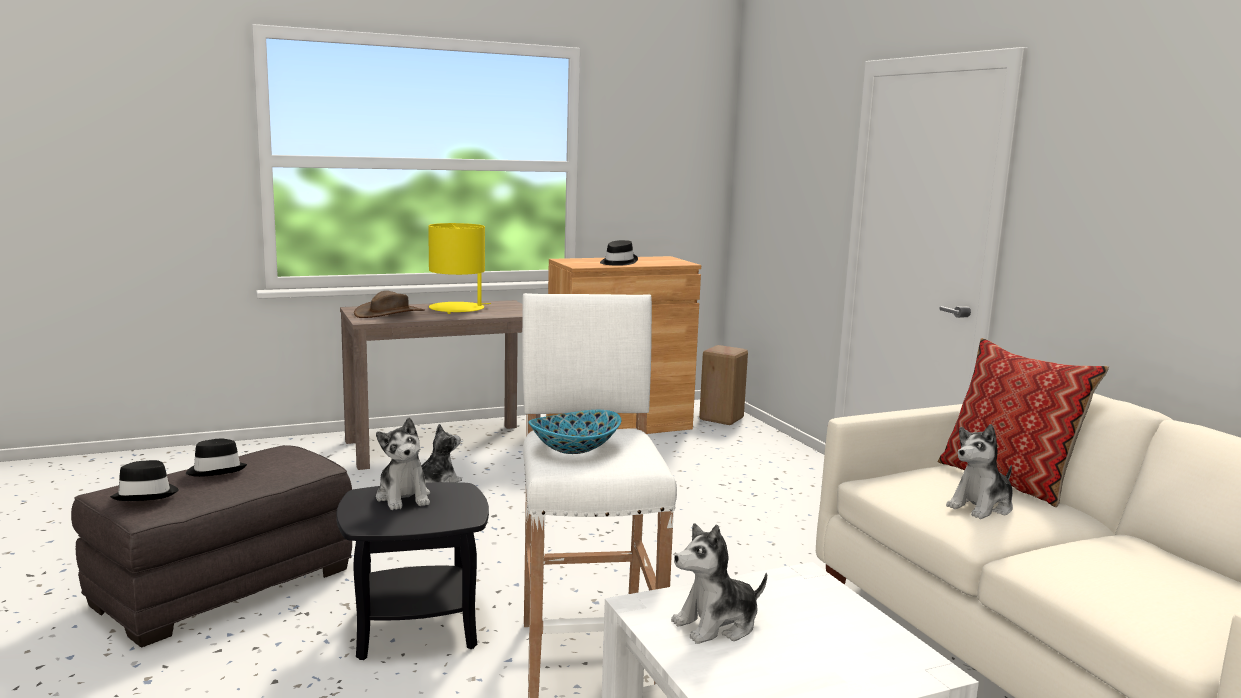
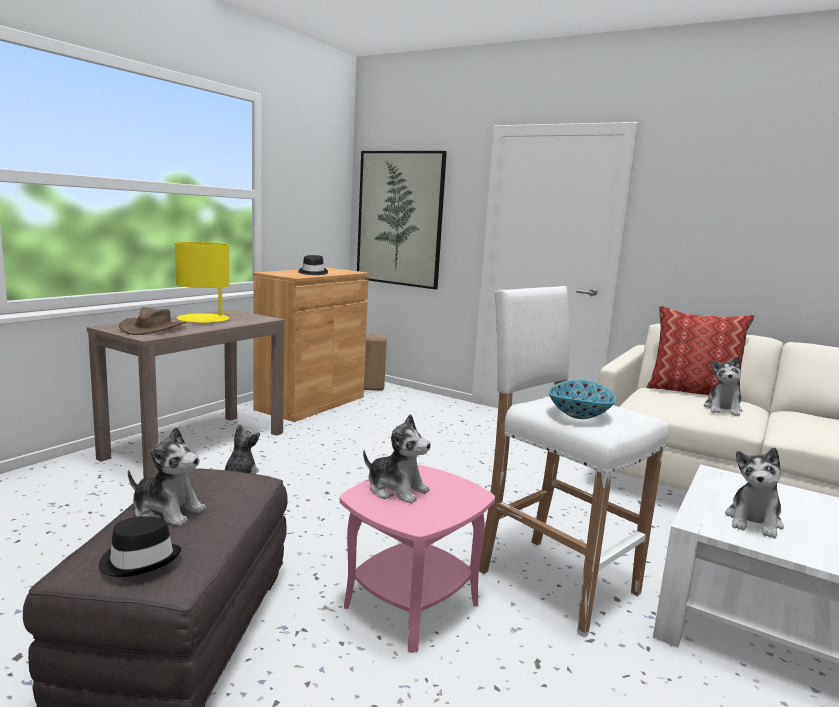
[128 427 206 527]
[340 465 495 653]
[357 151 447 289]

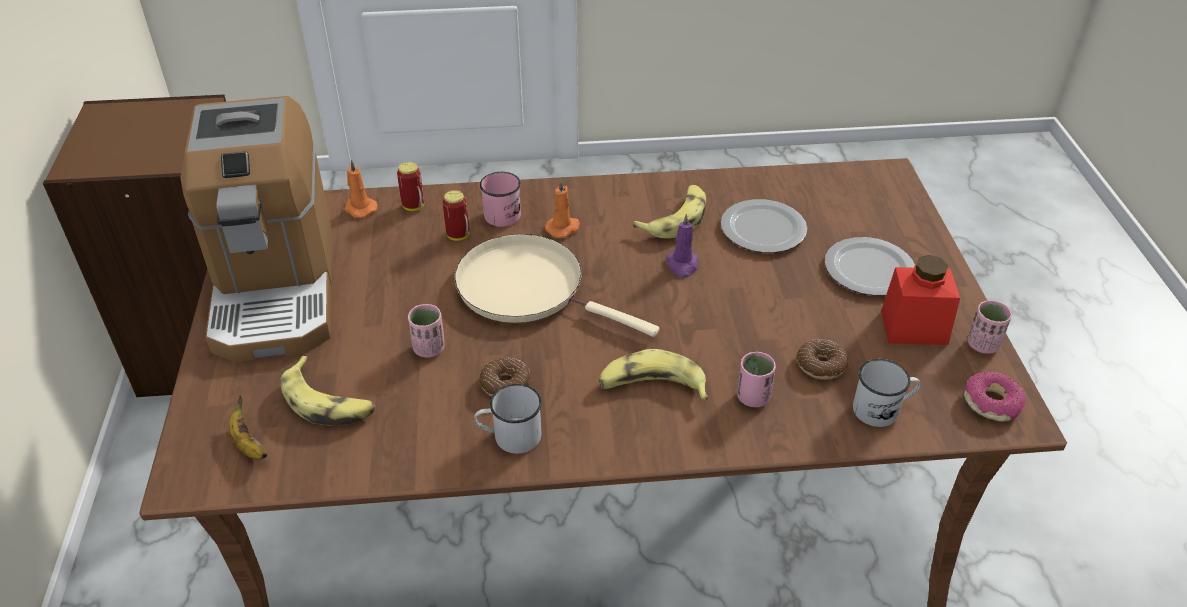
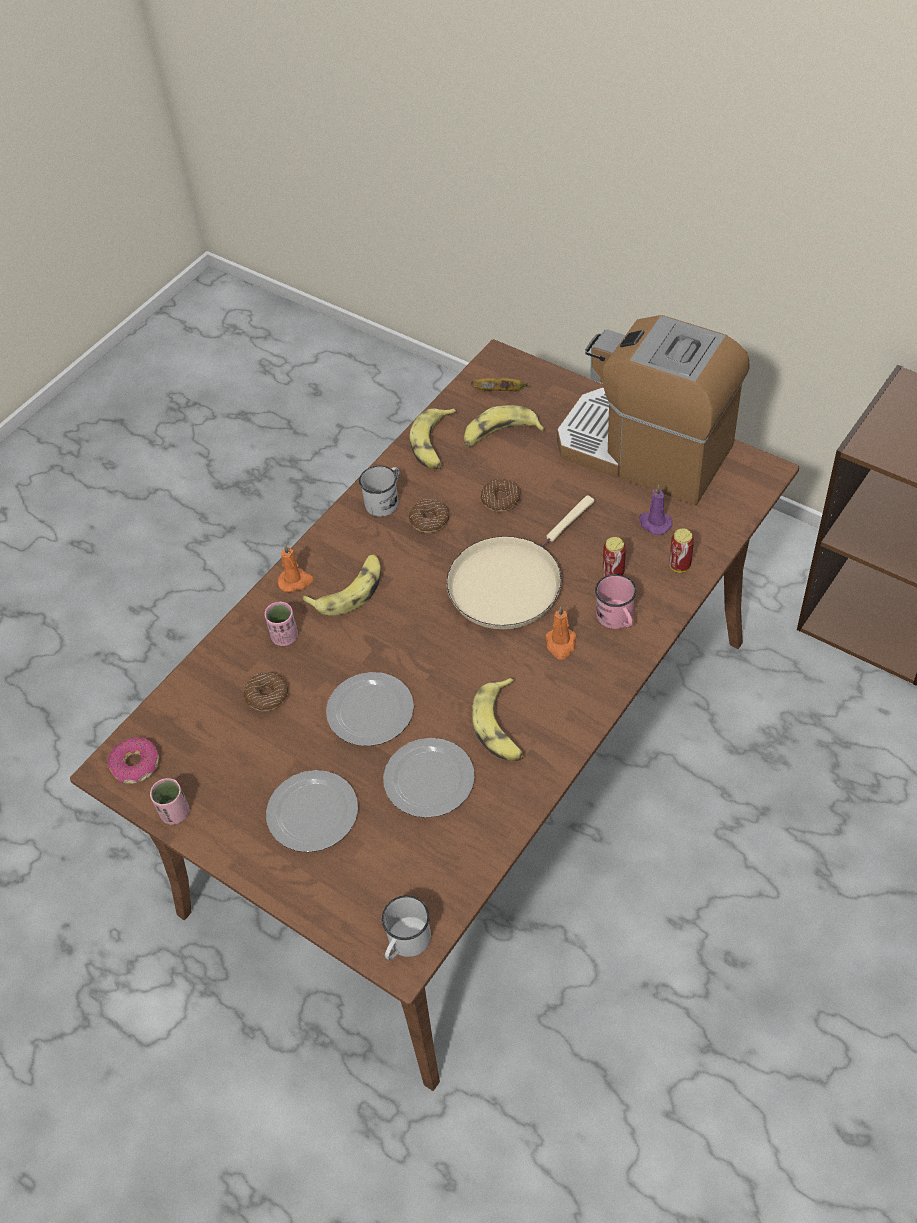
[278 544 314 593]
[326 672 414 746]
[382 895 431 960]
[410 408 456 470]
[446 495 594 629]
[481 479 521 512]
[639 485 672 535]
[881 255 960 345] (first image)

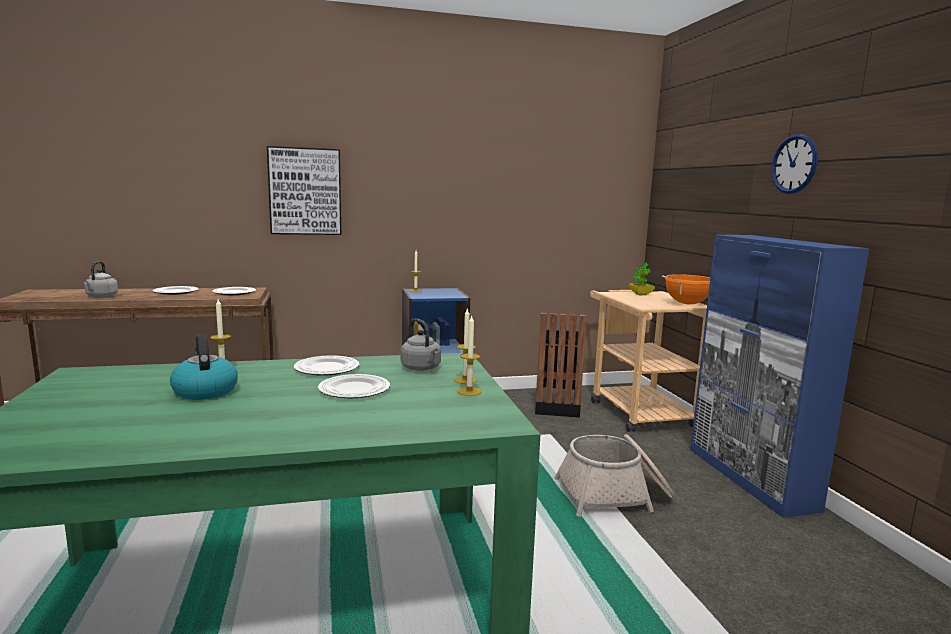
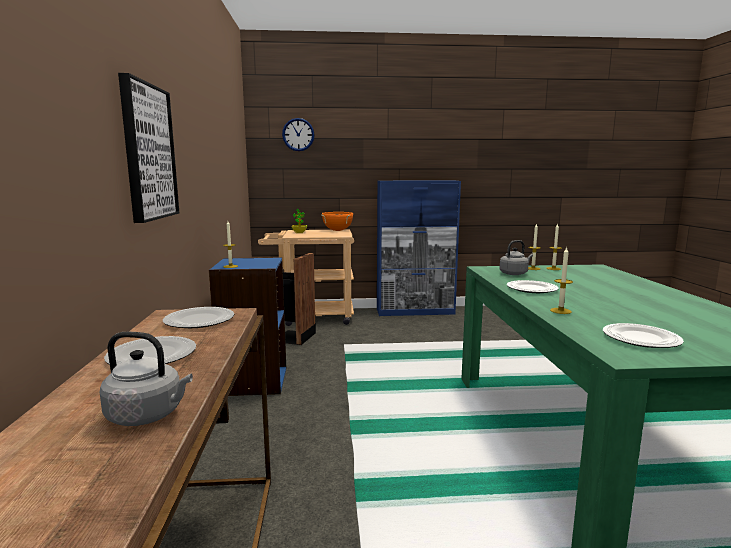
[282 118 314 151]
[603 323 684 348]
[170 334 238 400] (first image)
[554 434 675 517] (first image)

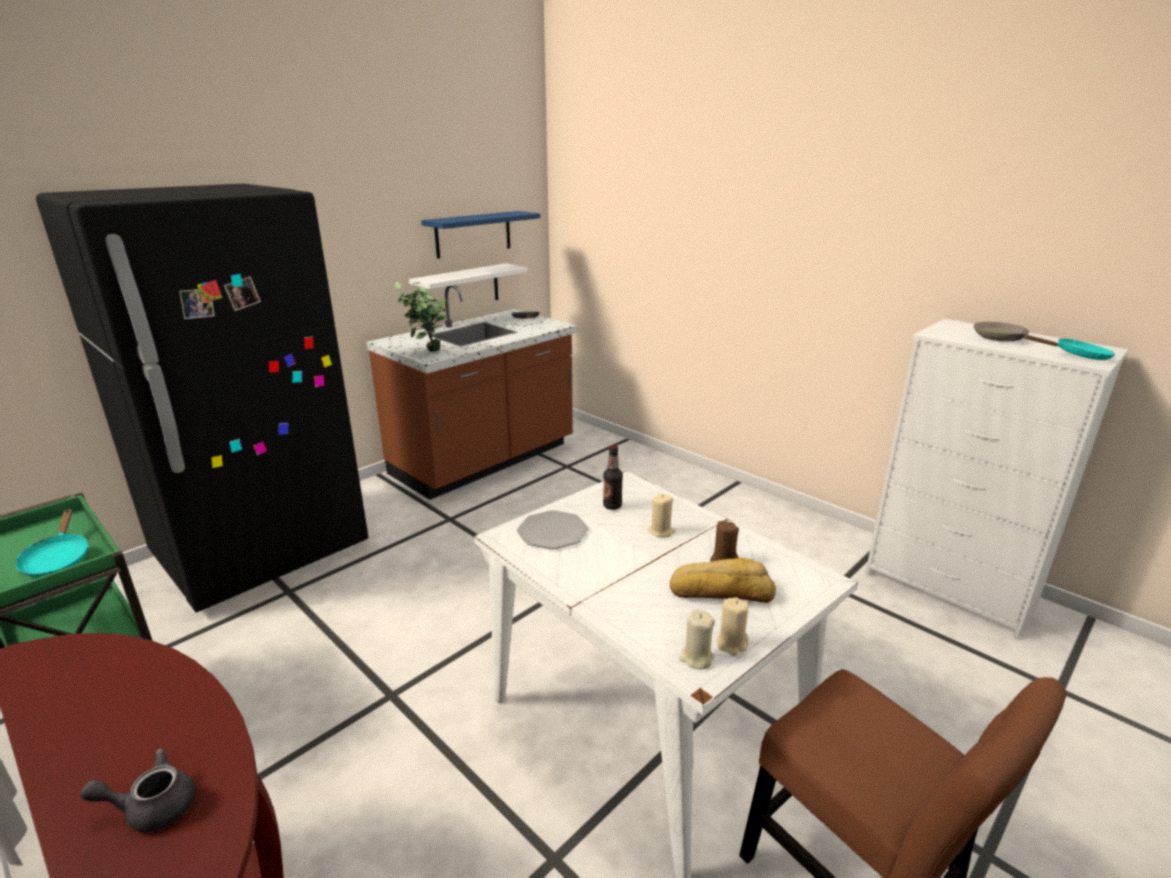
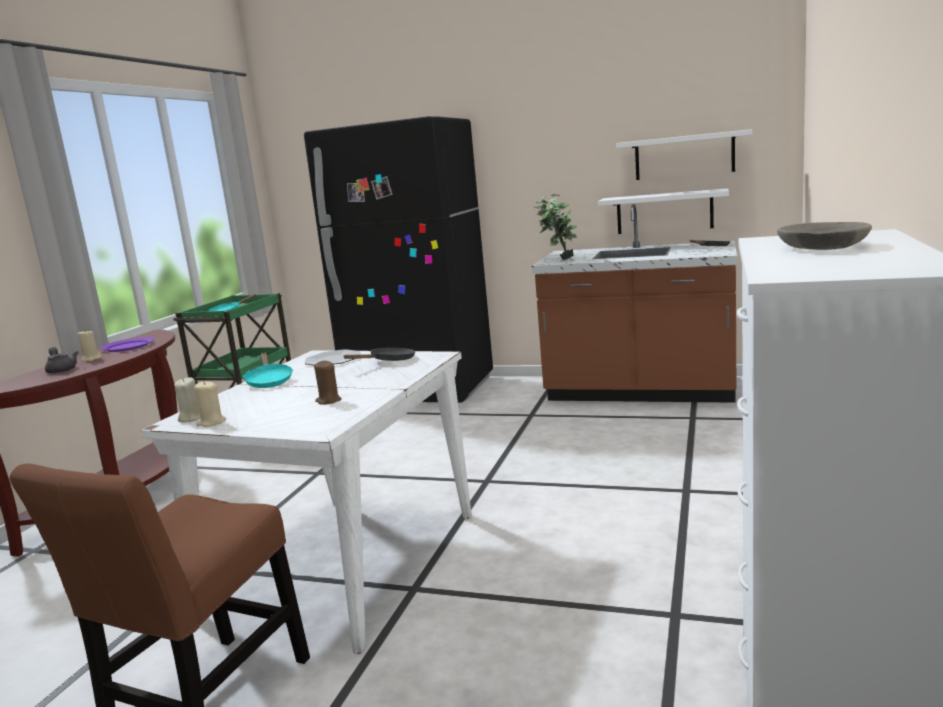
[77 329 102 362]
[100 337 154 352]
[243 352 293 388]
[343 348 415 361]
[616 129 752 180]
[670 558 776 603] (first image)

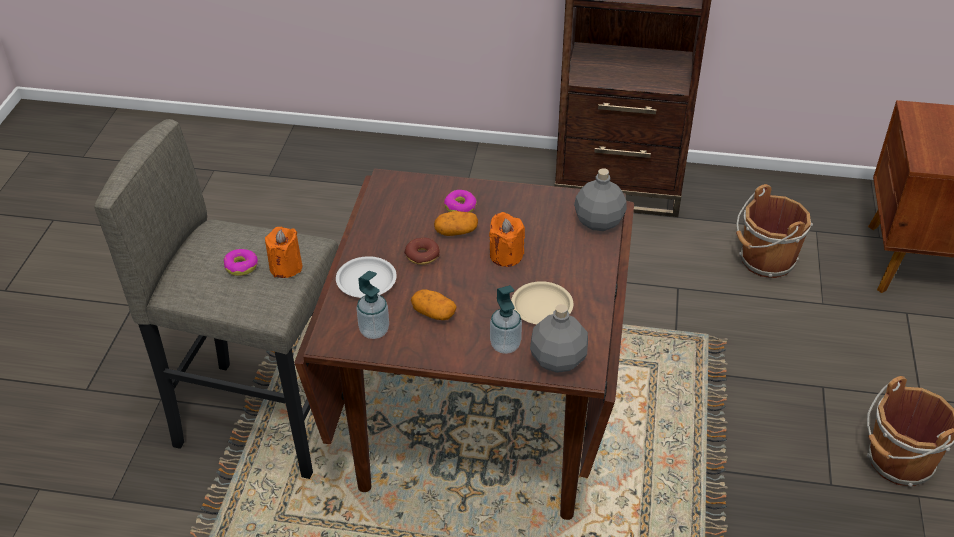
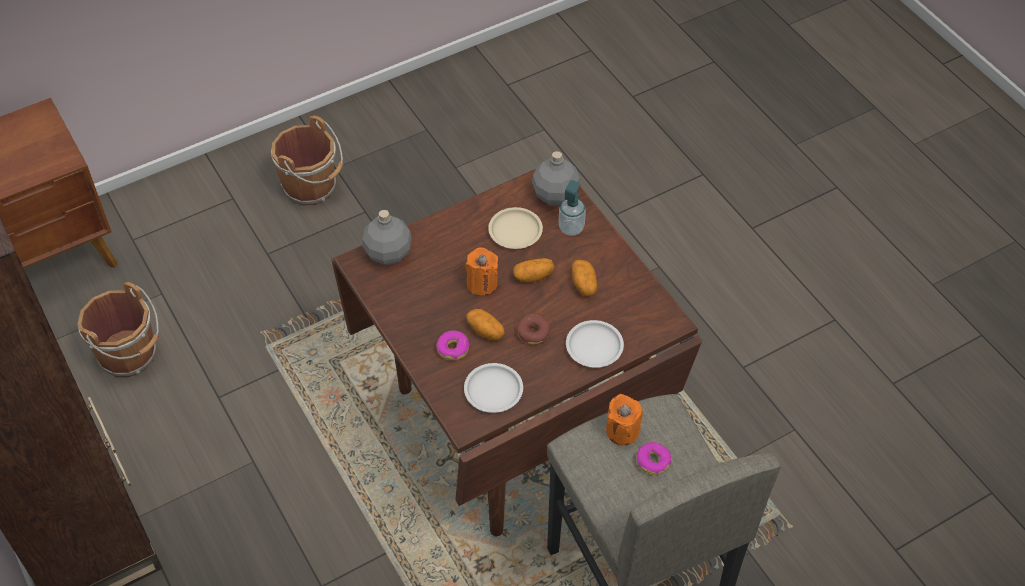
[464 363 523 413]
[513 258 555 282]
[356 271 389 339] (first image)

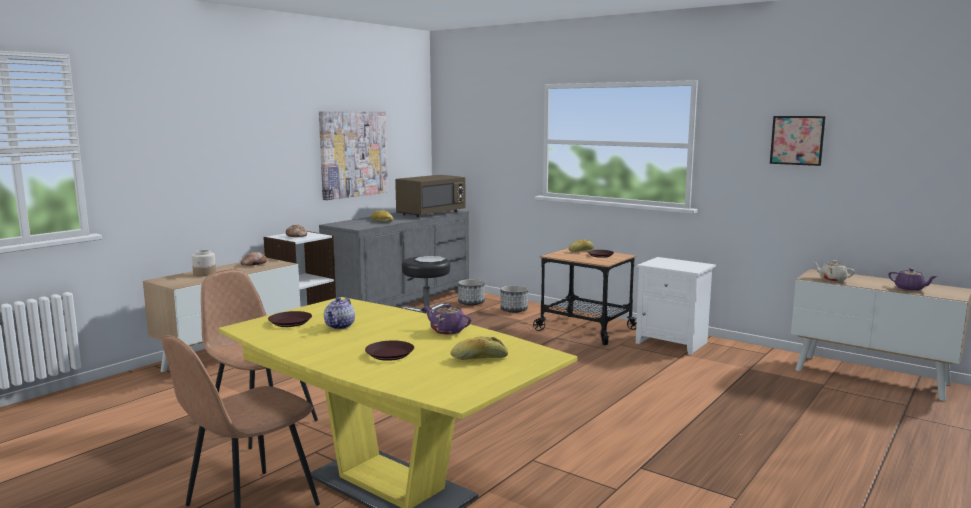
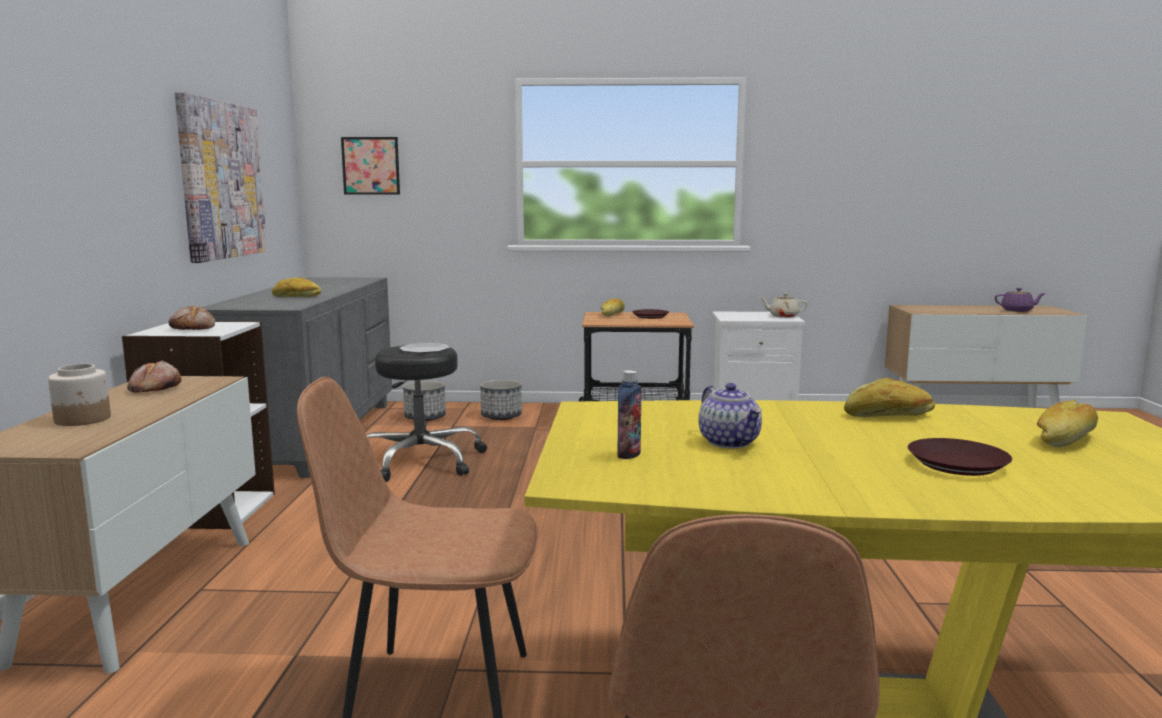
[341 137 400 195]
[617 370 642 459]
[760 293 808 318]
[844 378 935 417]
[395 175 466 217] (first image)

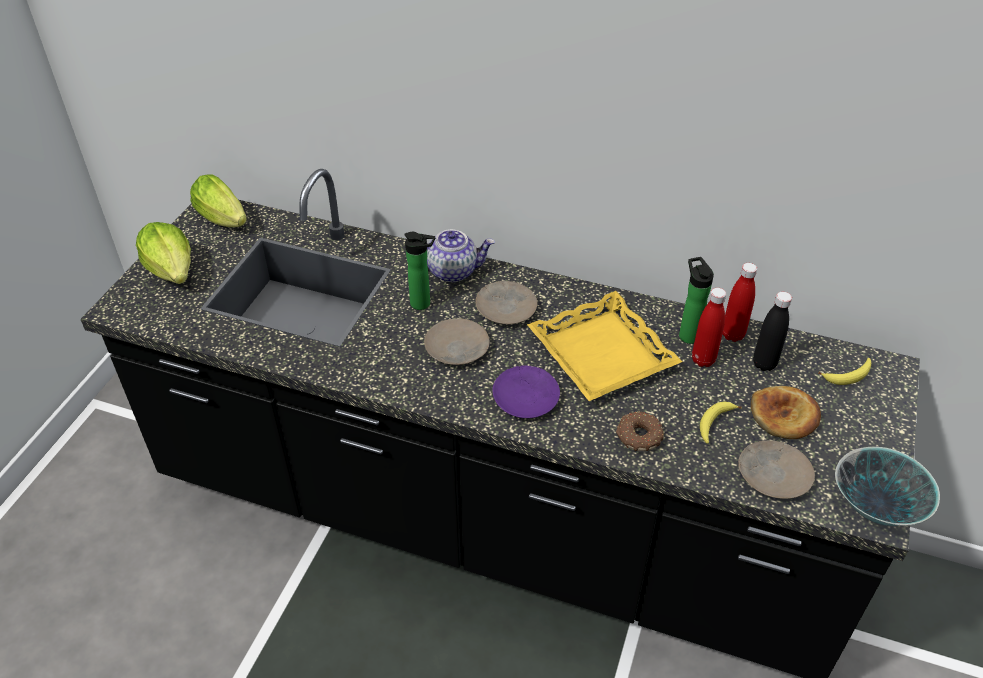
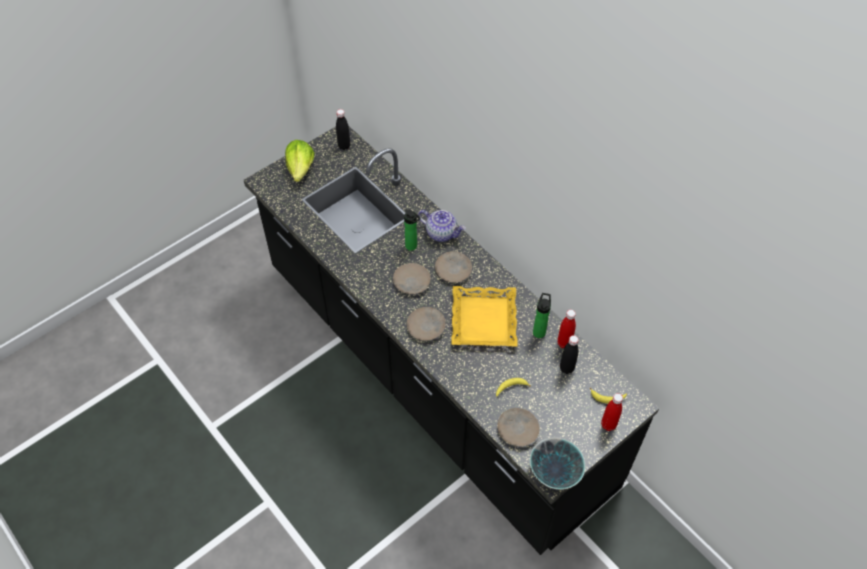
[336 109 350 150]
[407 307 445 341]
[601 393 623 431]
[616 411 664 451] (first image)
[751 386 821 439] (first image)

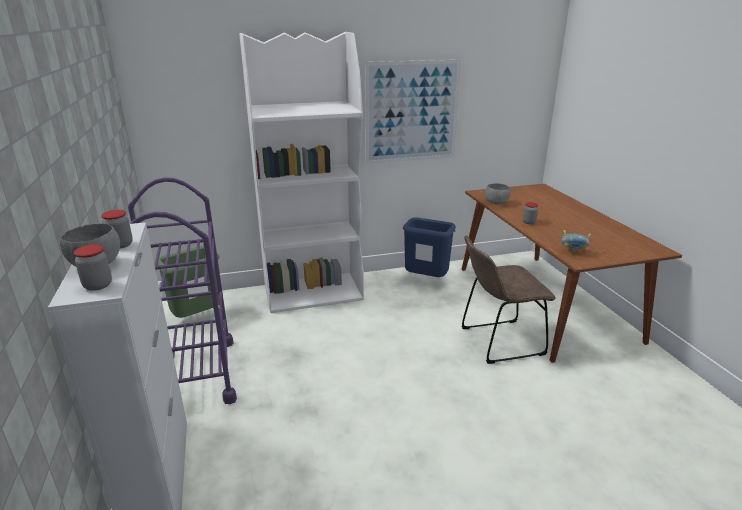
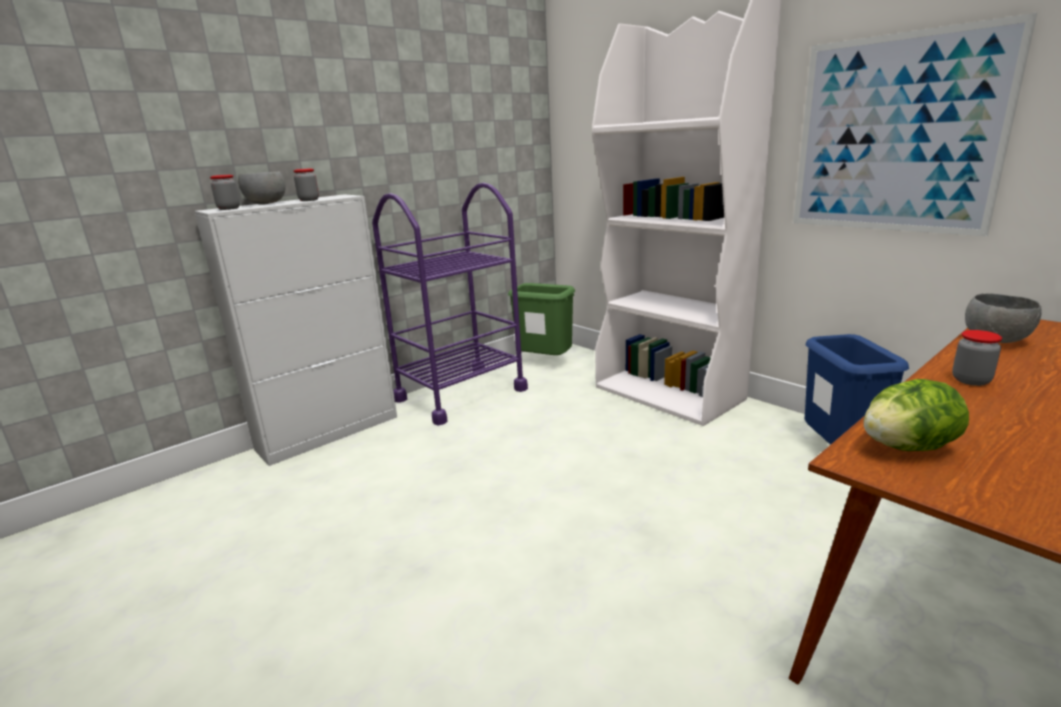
[863 379 969 451]
[461 235 556 364] (first image)

